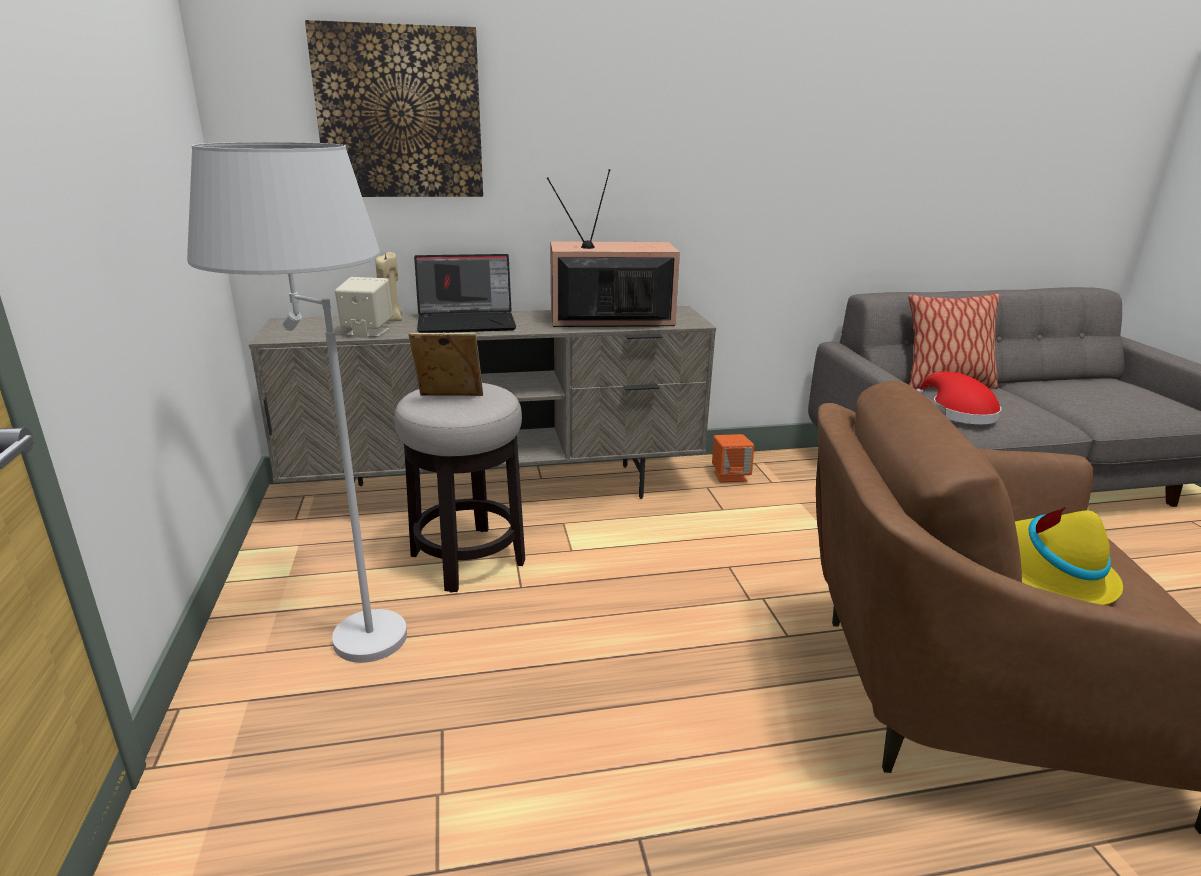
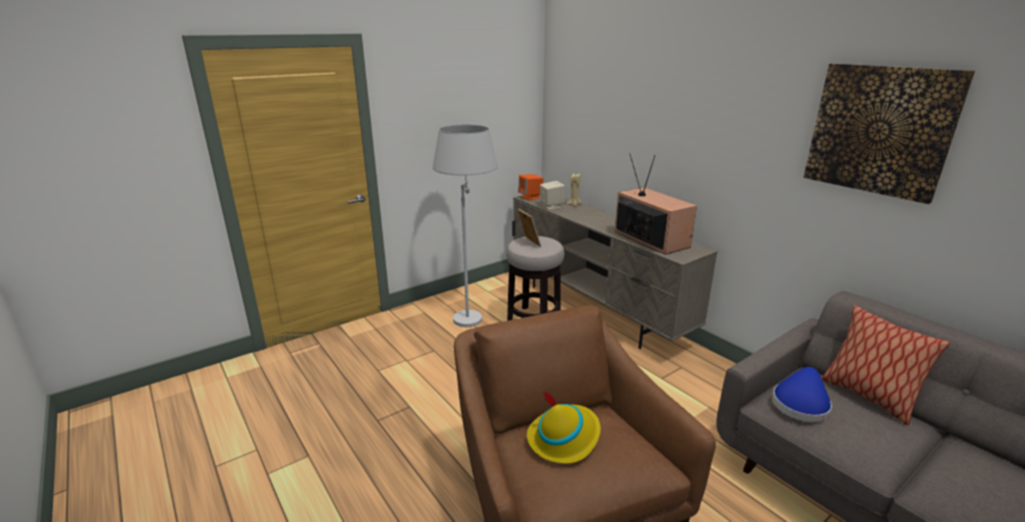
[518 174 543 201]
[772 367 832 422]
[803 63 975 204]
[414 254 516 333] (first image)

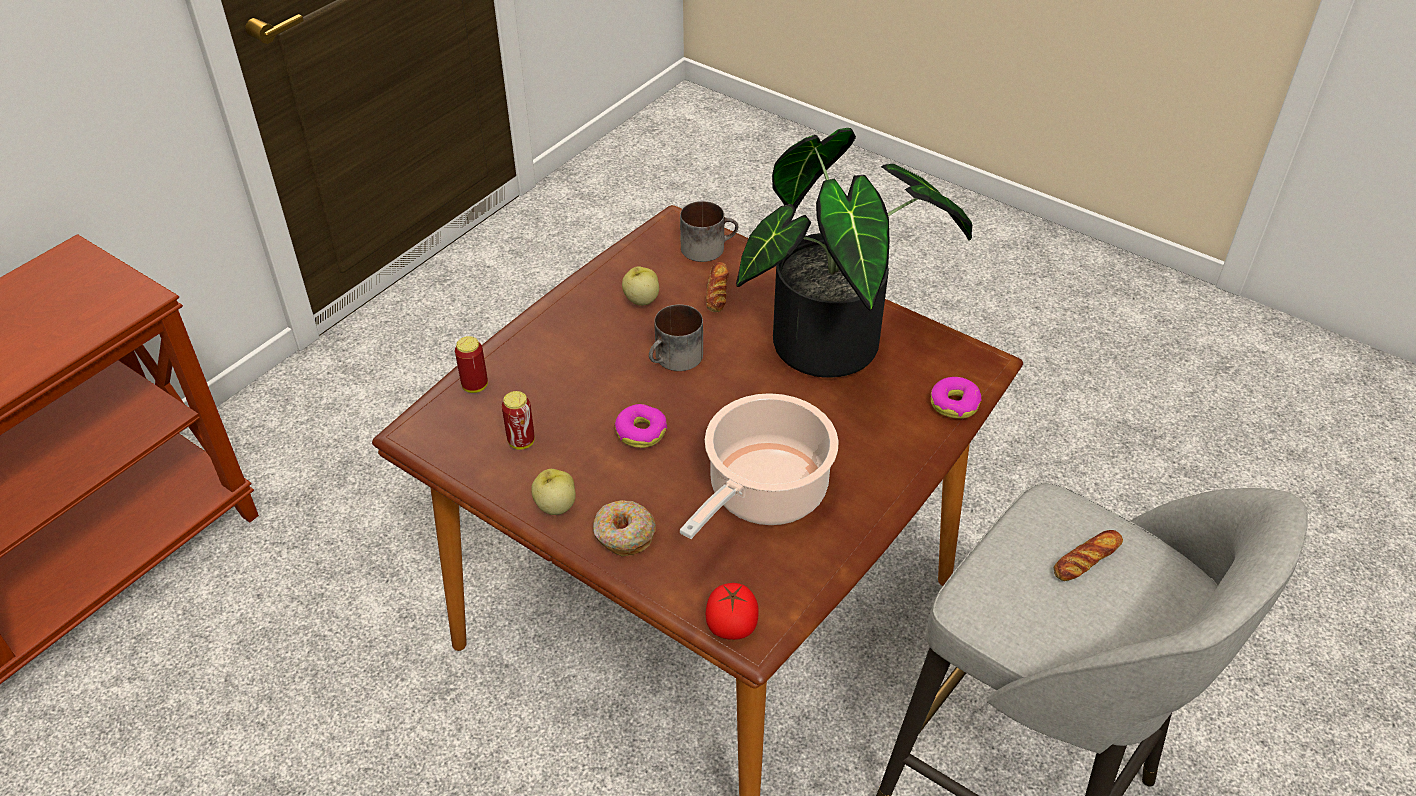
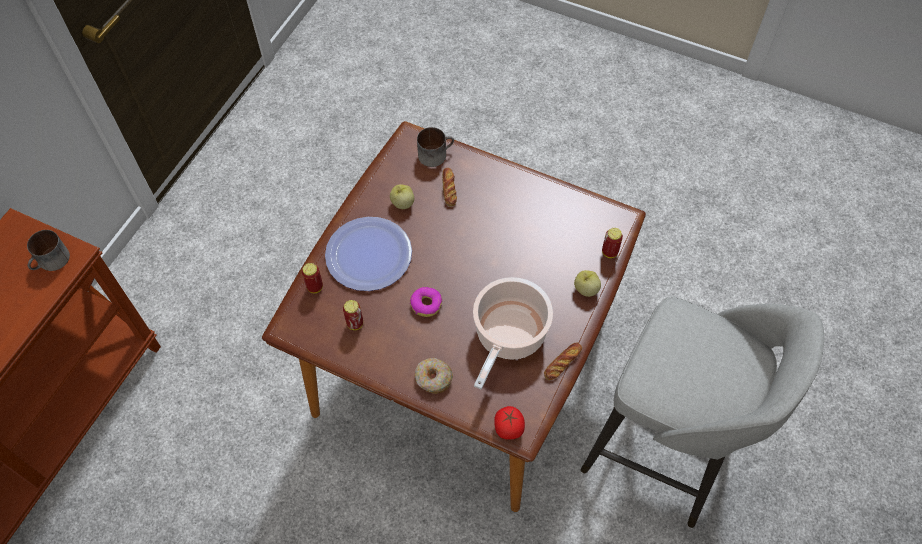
[27 230 70 271]
[325 217 412 291]
[544 343 582 380]
[574 270 601 297]
[602 228 623 258]
[736 128 972 378] (first image)

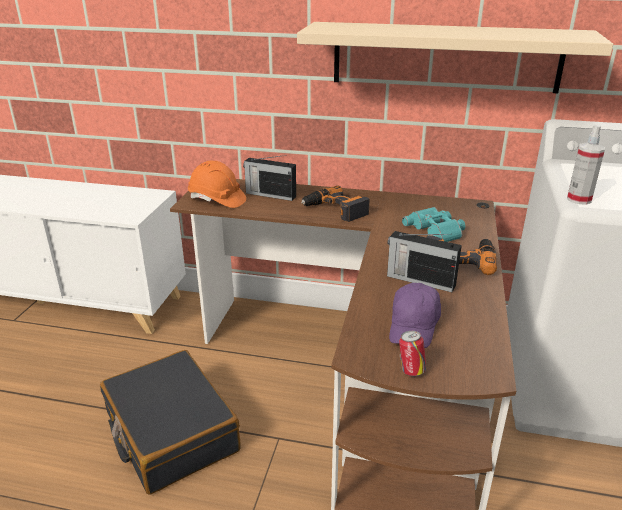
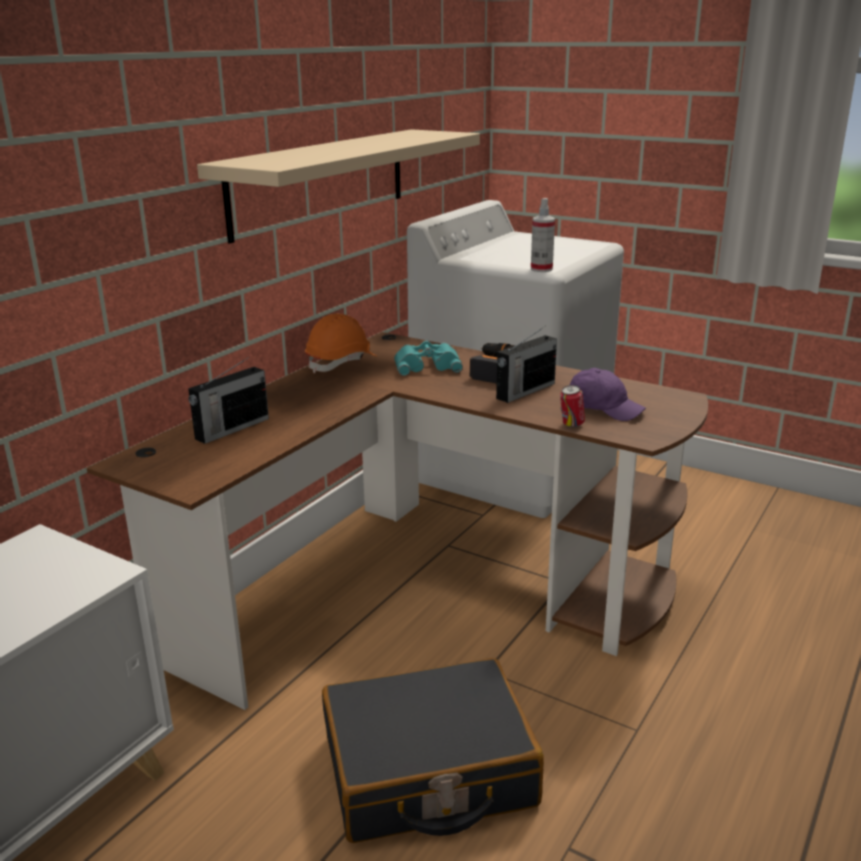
[305 314 376 373]
[560 385 585 427]
[301 186 370 222] (first image)

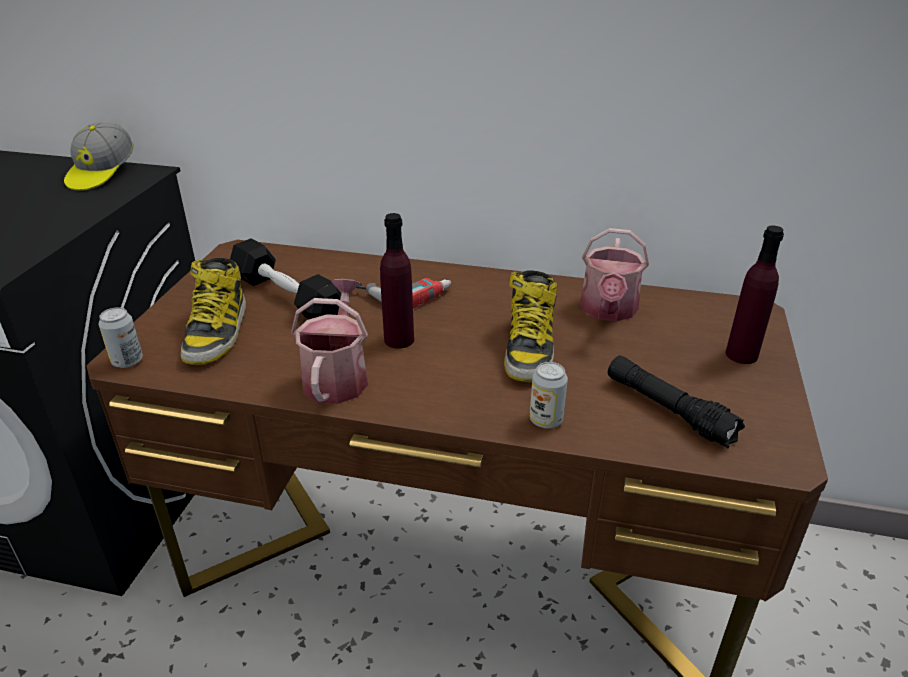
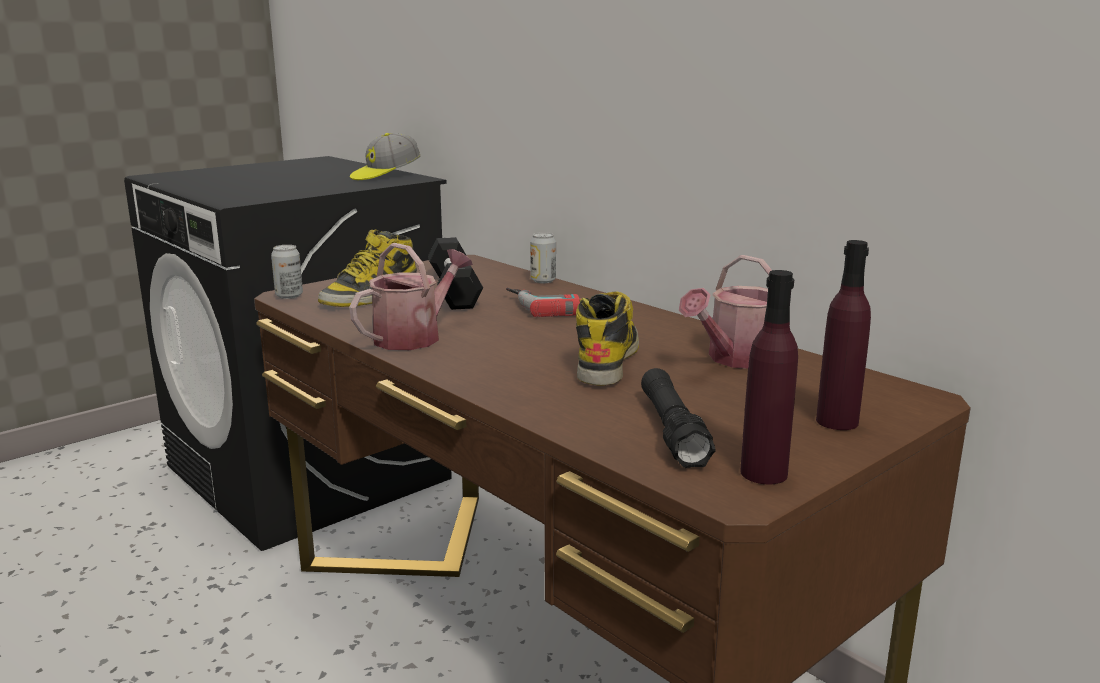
[530 232 556 283]
[576 291 639 386]
[740 270 798 484]

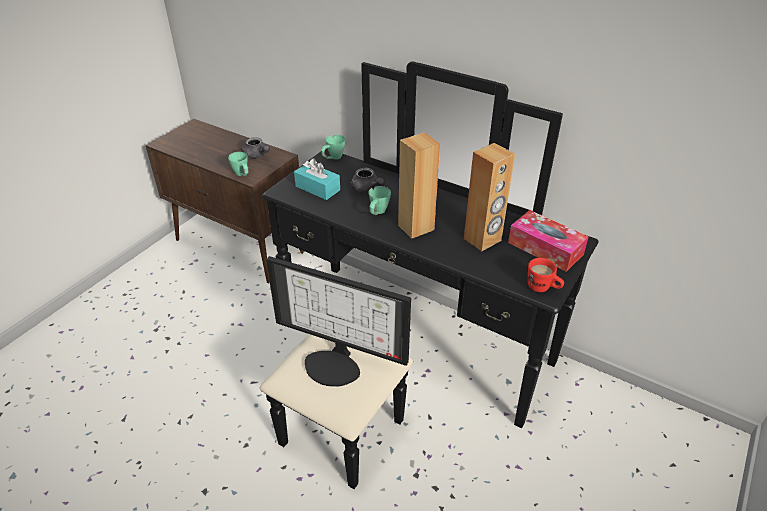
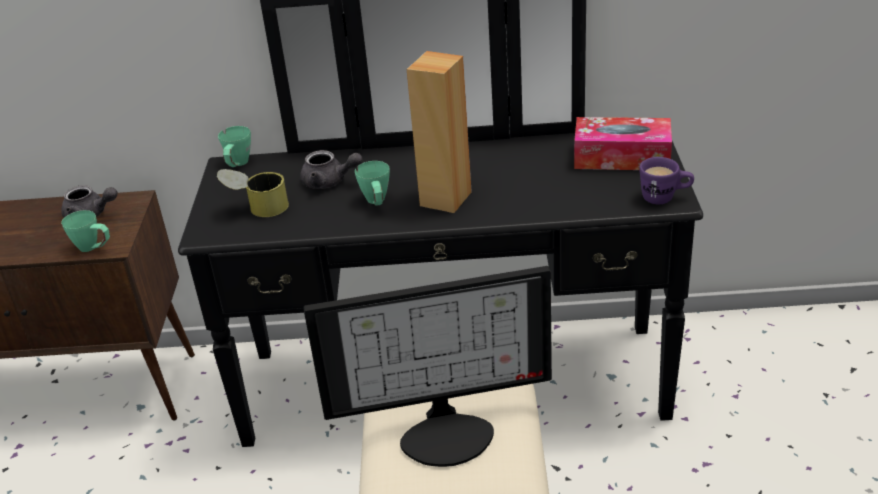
[217 169 289 217]
[639 157 694 204]
[464 143 515 251] (first image)

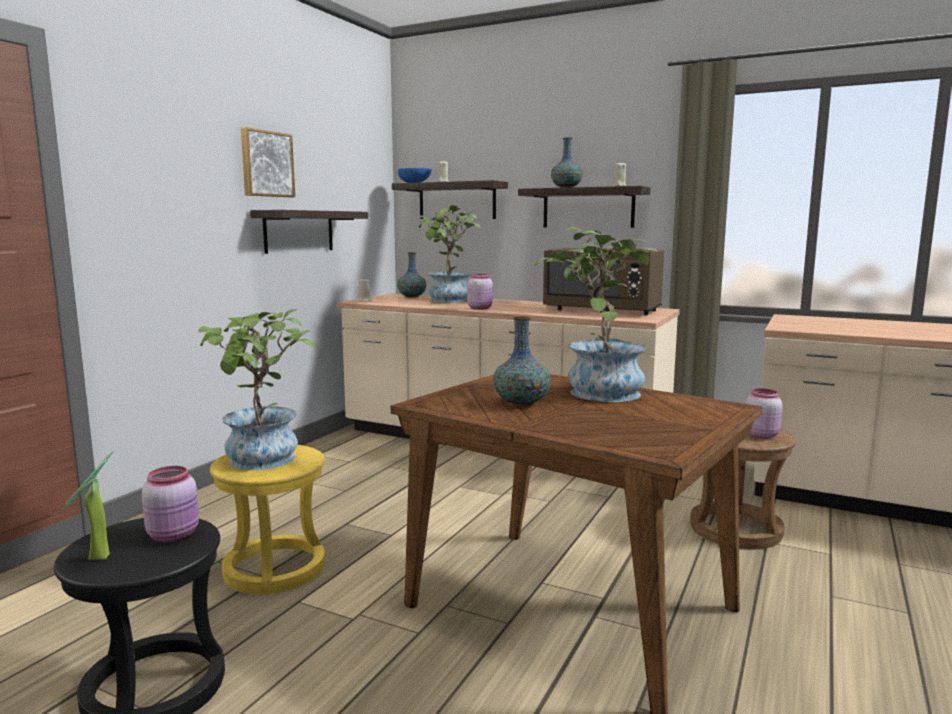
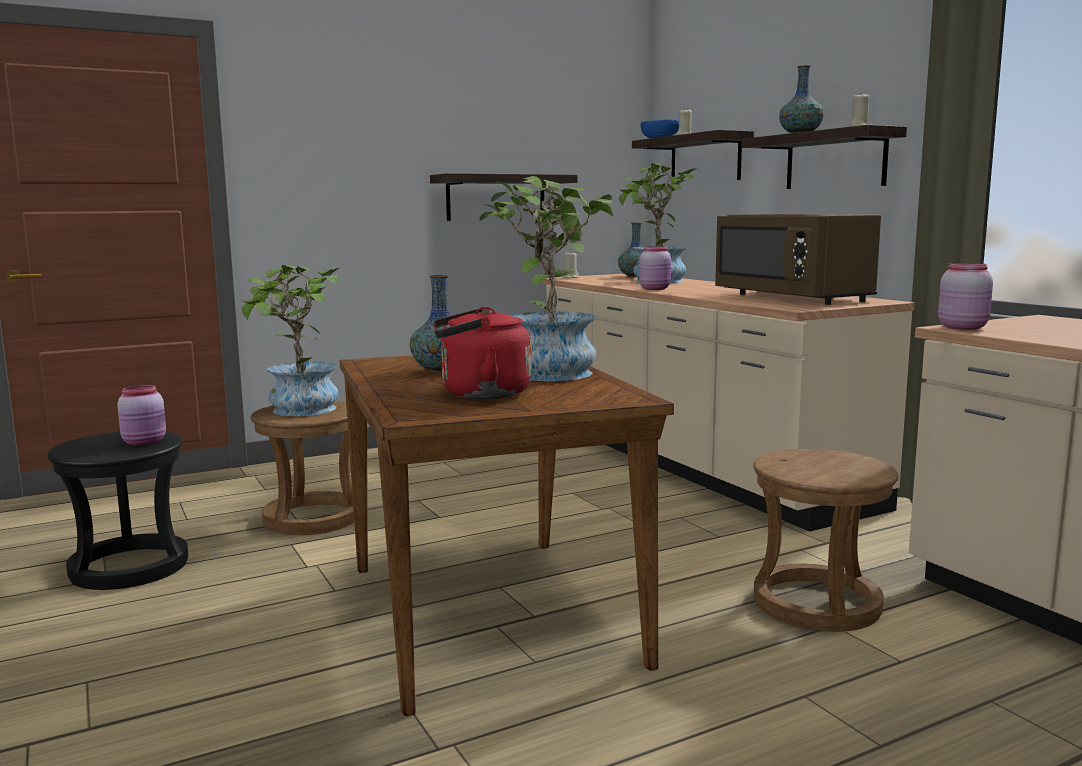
[250 401 354 535]
[434 307 531 399]
[938 263 993 330]
[61 451 114 560] (first image)
[241 127 295 197] (first image)

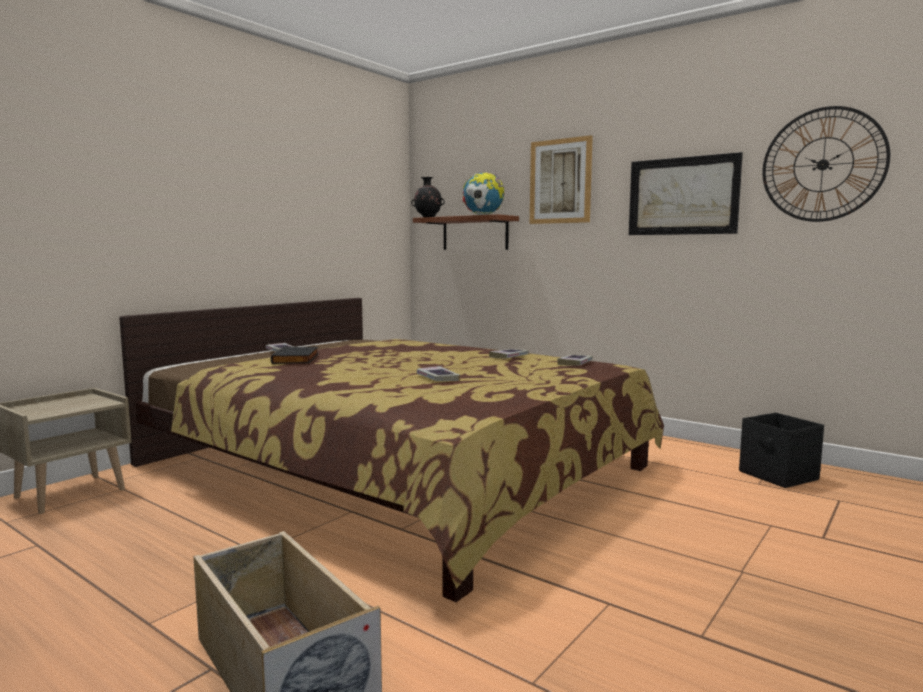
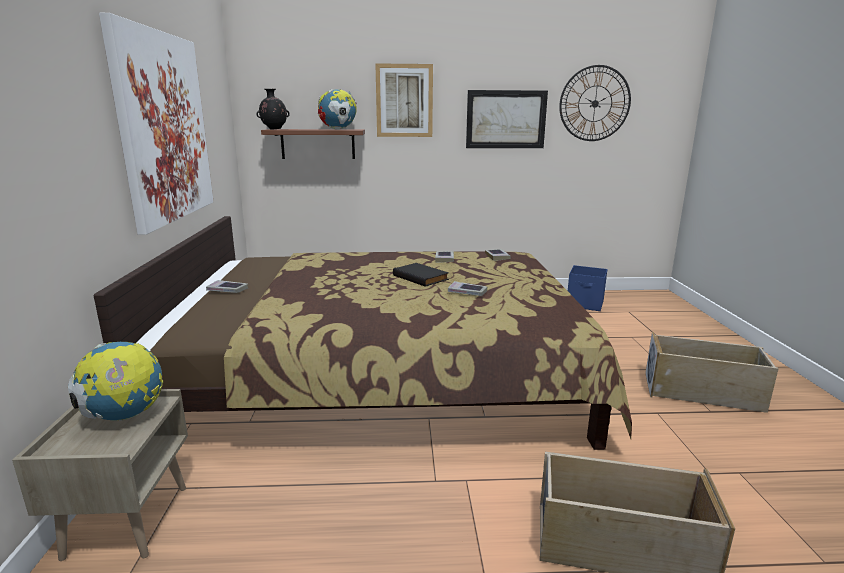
[68 342 163 421]
[99 13 214 235]
[393 263 449 287]
[568 265 607 311]
[645 332 778 413]

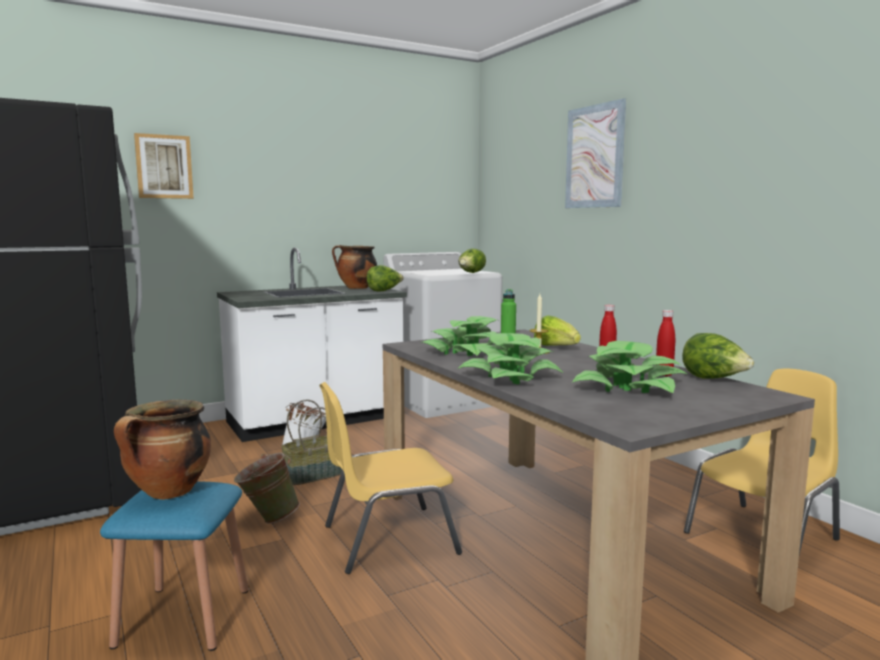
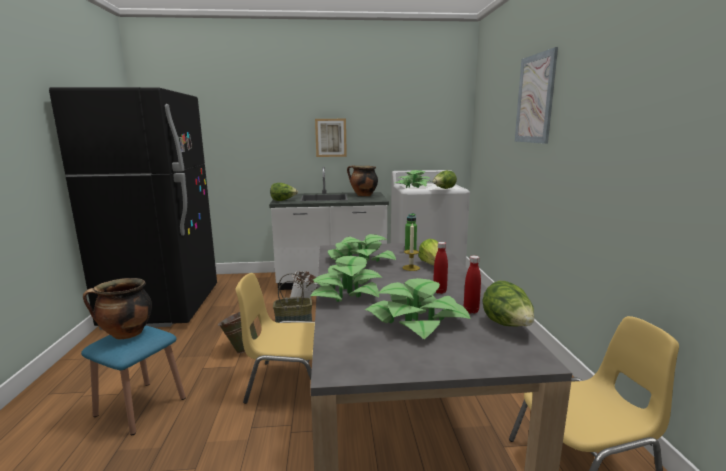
[270 183 298 201]
[315 119 347 157]
[395 170 432 188]

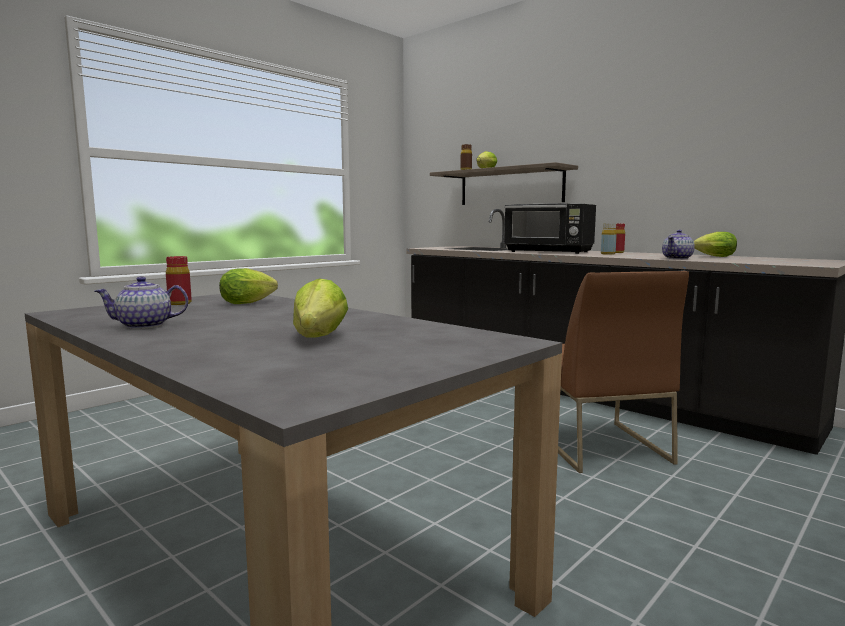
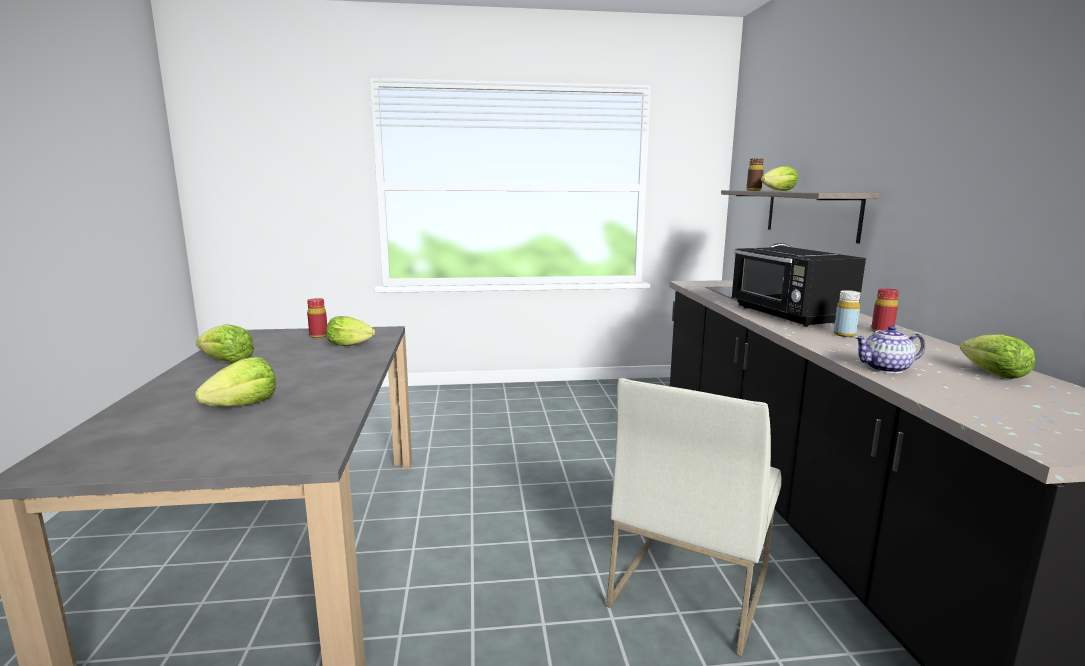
[196 324 254 362]
[606 378 782 657]

